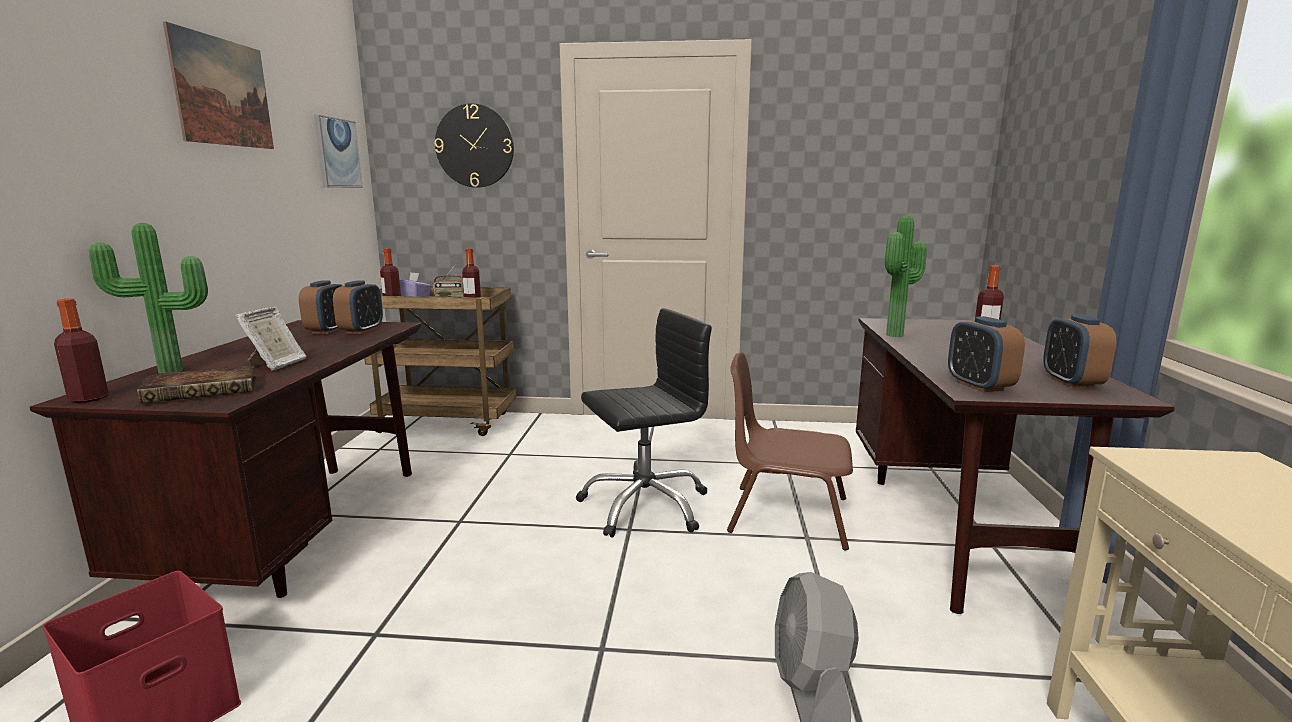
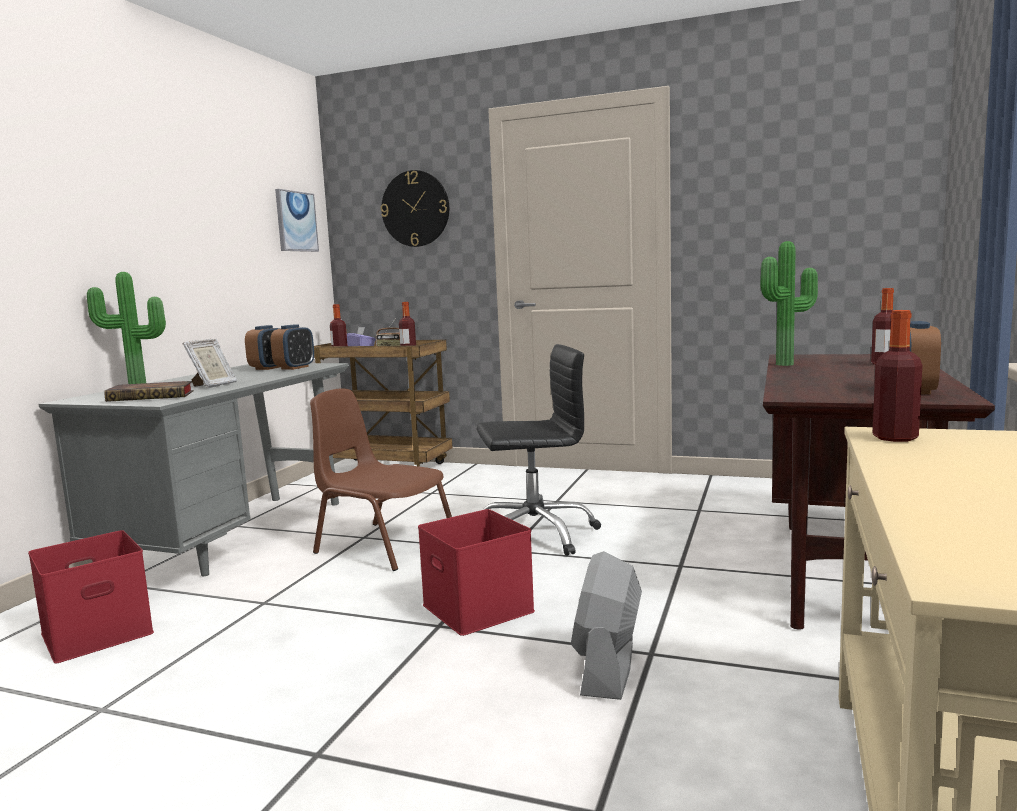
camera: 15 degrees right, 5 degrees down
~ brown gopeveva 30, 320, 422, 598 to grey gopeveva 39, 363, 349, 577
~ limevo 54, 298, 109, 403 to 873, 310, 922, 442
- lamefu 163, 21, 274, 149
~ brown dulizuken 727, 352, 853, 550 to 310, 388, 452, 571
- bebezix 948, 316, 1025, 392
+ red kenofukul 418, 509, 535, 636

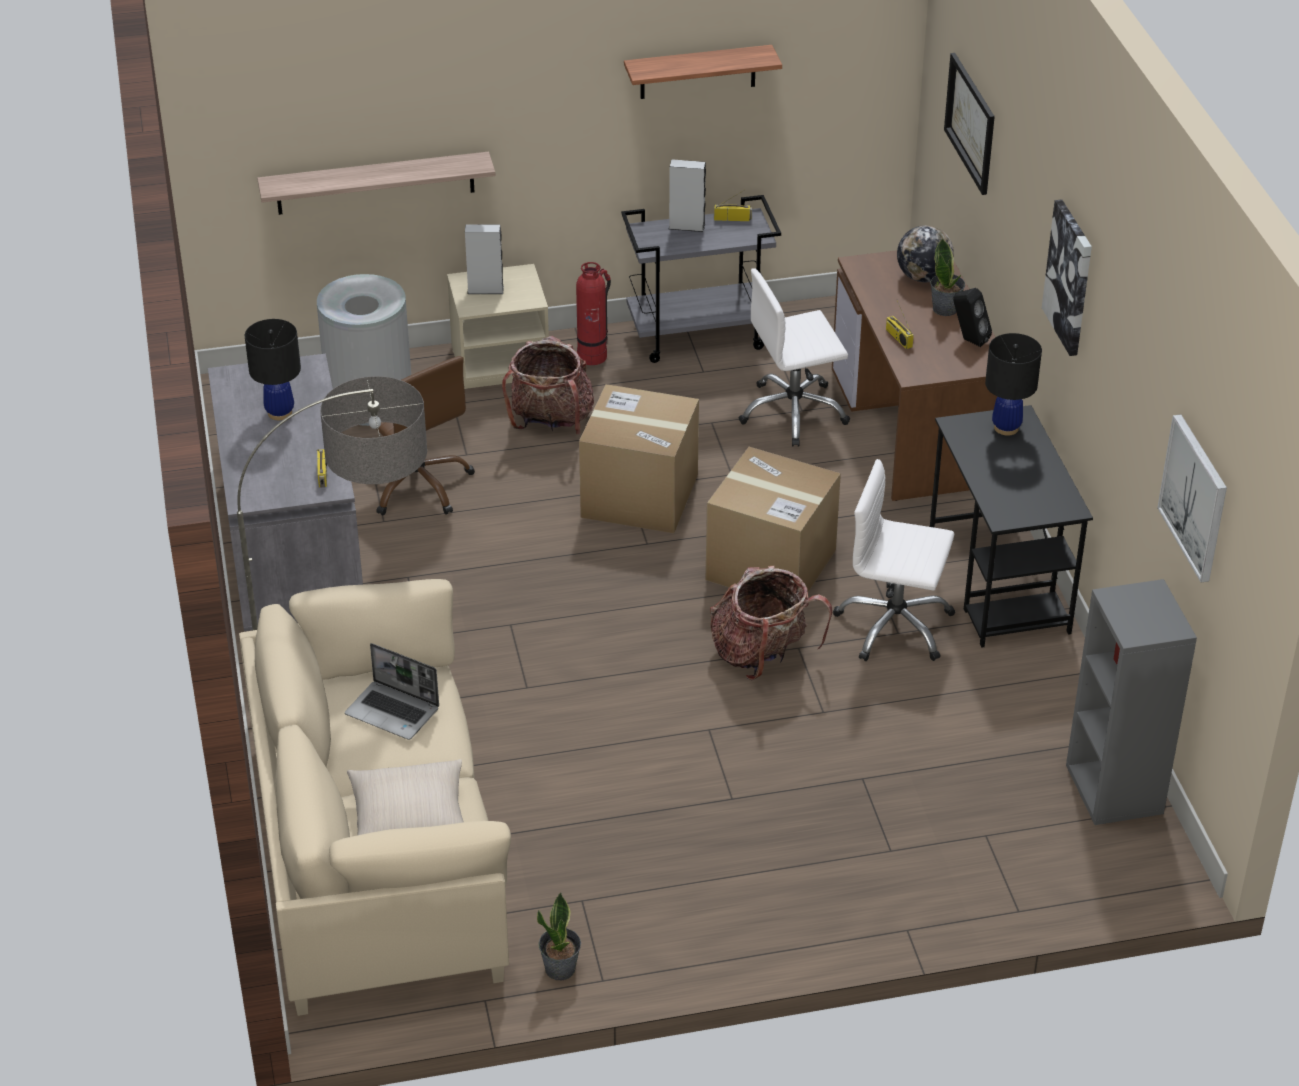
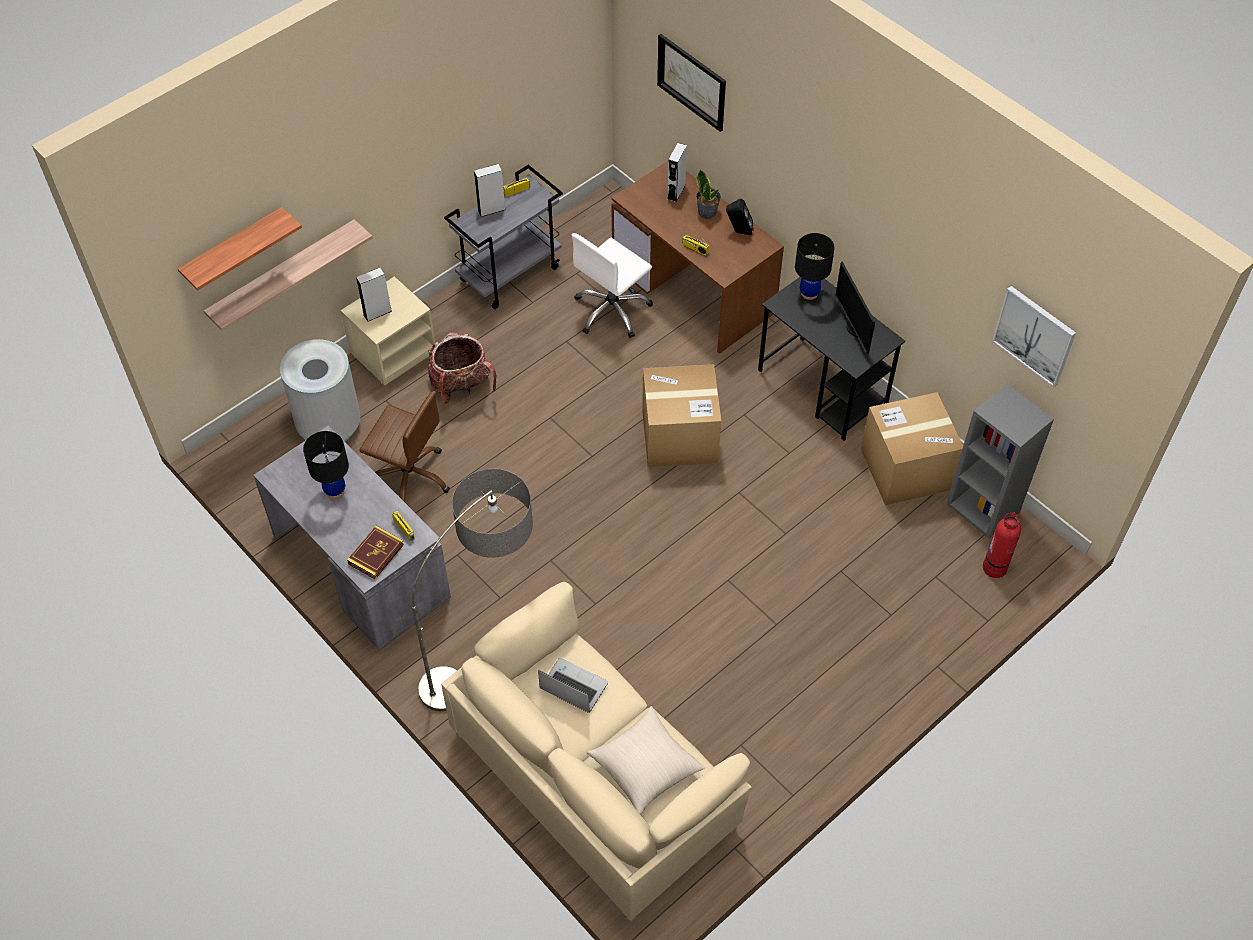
camera: 30 degrees left, 15 degrees up
~ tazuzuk 345, 643, 439, 740 = 538, 658, 608, 713 150 degrees counterclockwise
- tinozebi 537, 892, 581, 980
~ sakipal 576, 262, 611, 365 to 983, 512, 1021, 578
~ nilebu 579, 384, 699, 533 to 861, 392, 963, 505
~ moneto 624, 45, 782, 99 to 178, 207, 302, 291
- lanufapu 710, 566, 832, 680
- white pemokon 833, 459, 955, 661
~ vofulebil 897, 225, 954, 282 to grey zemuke 667, 143, 687, 202
- lamefu 1042, 199, 1092, 356
+ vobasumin 347, 526, 404, 580
+ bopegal 836, 261, 875, 354

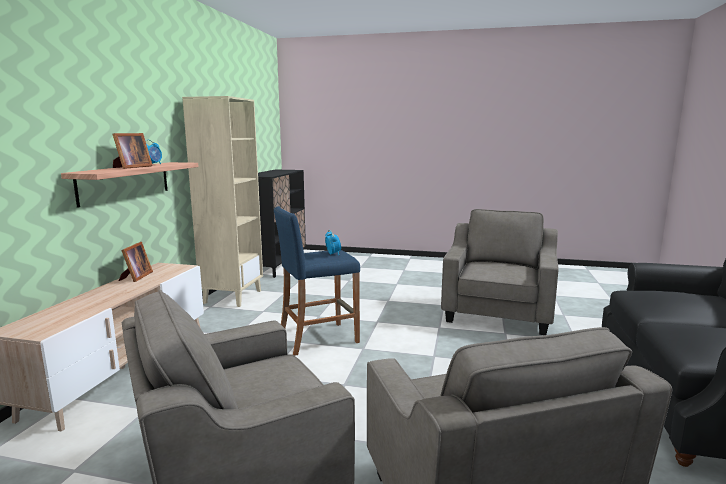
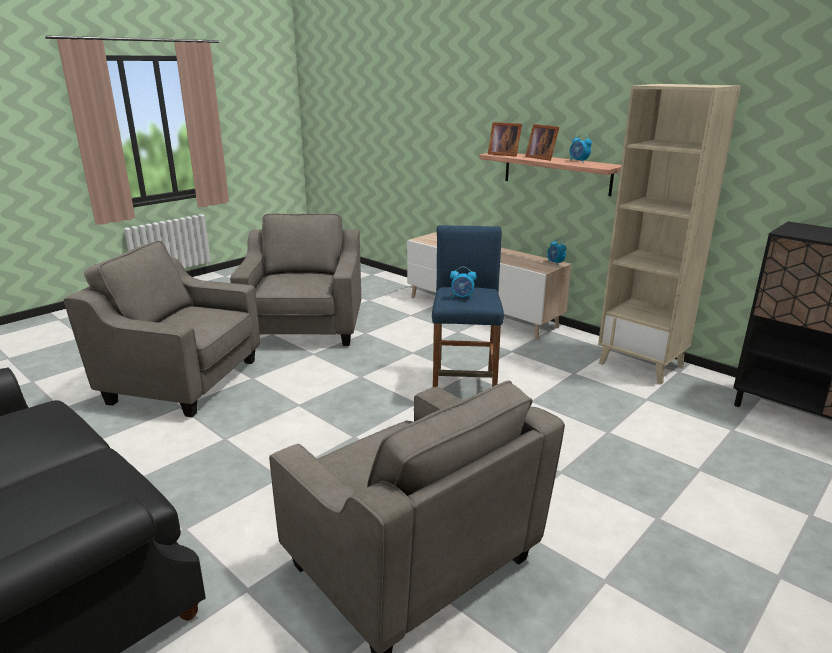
camera: 120 degrees right, 10 degrees up
~ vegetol 119, 242, 153, 282 to 488, 122, 522, 157
+ bebezix 547, 239, 566, 265

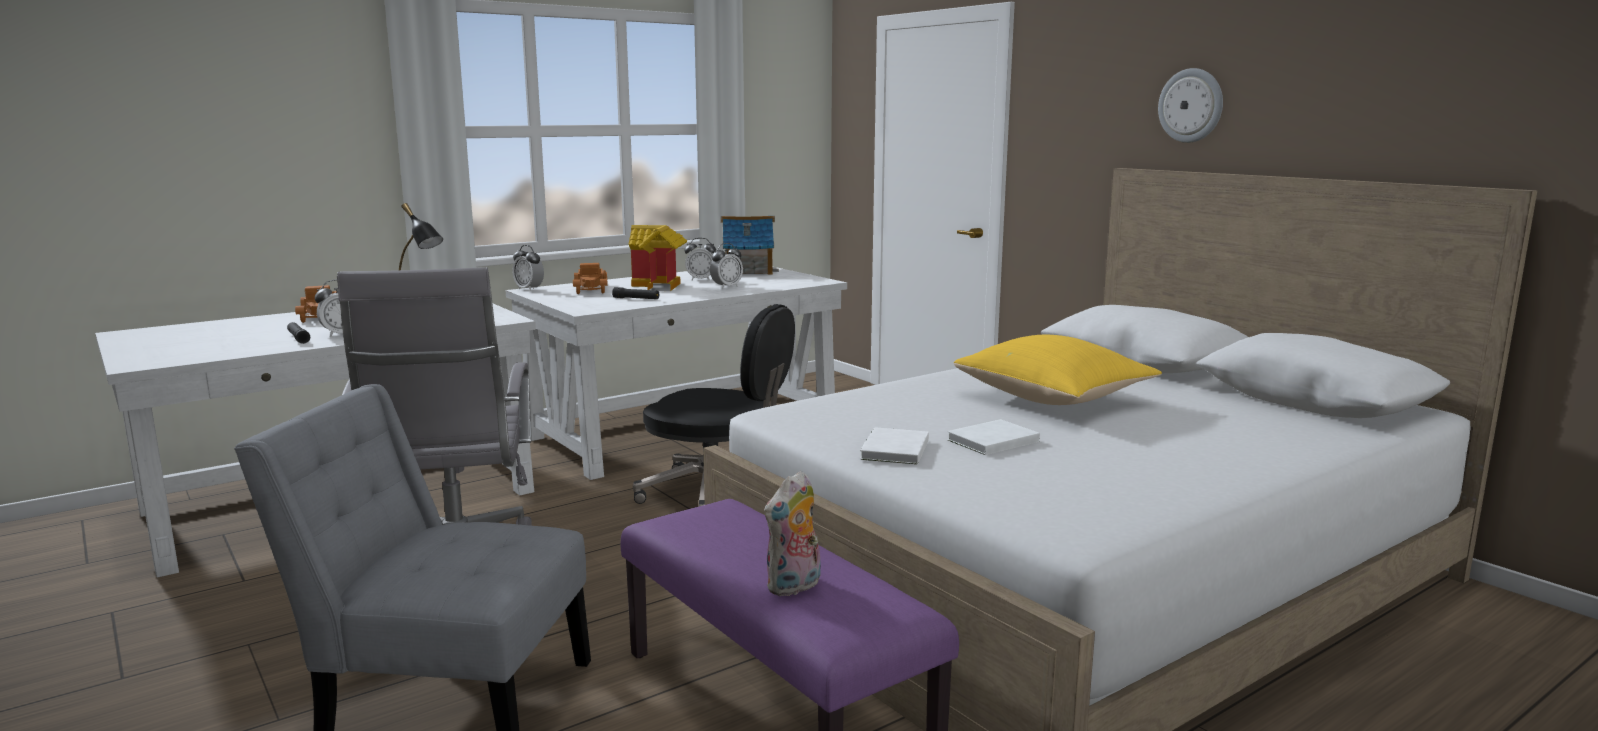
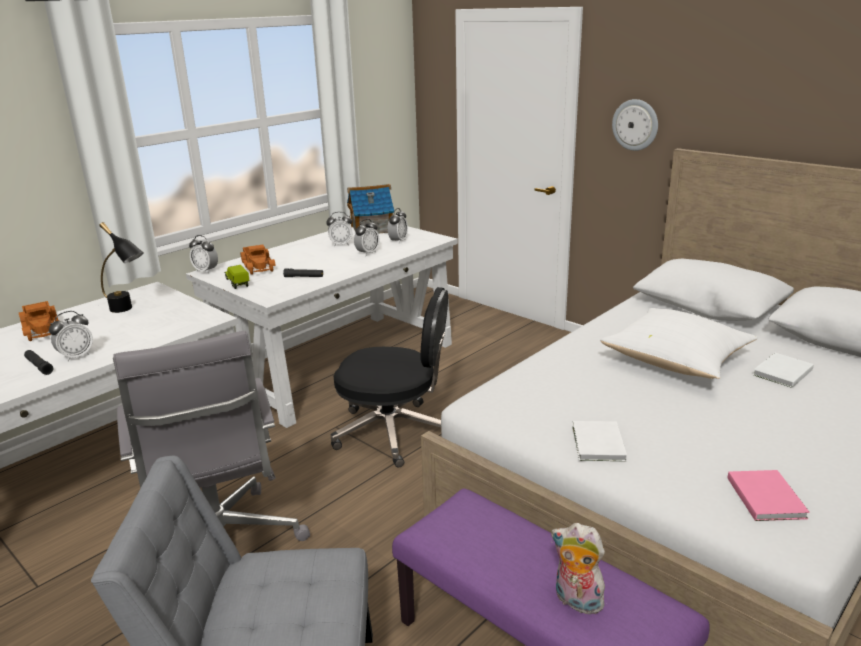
camera: 10 degrees left, 10 degrees up
- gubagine 629, 225, 687, 291
~ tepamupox 764, 471, 821, 597 = 551, 523, 607, 616 90 degrees clockwise
~ white vobasumin 947, 419, 1040, 455 to 753, 353, 814, 388
~ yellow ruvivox 954, 335, 1162, 405 to white ruvivox 601, 308, 758, 379
~ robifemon 1158, 68, 1223, 143 to 612, 99, 658, 151
+ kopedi 225, 265, 250, 289
+ bebezix 388, 208, 408, 244
+ pink vobasumin 728, 470, 810, 521

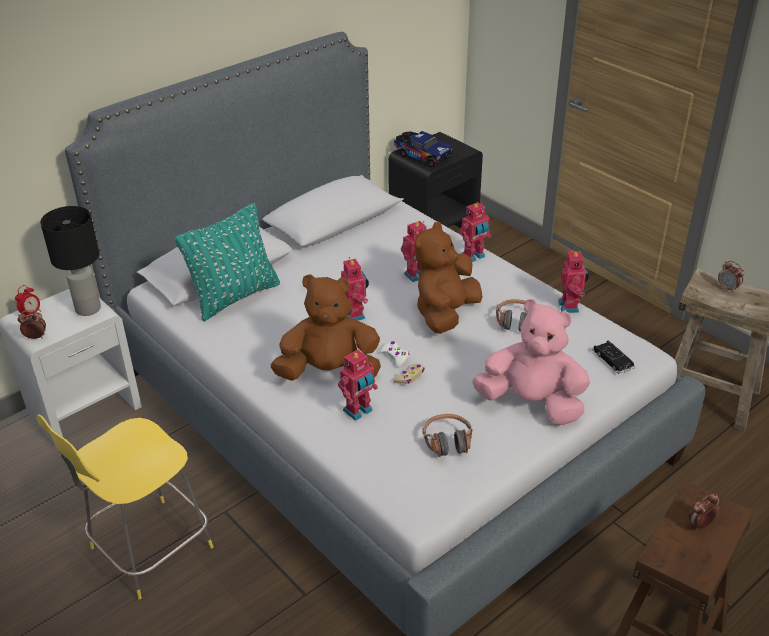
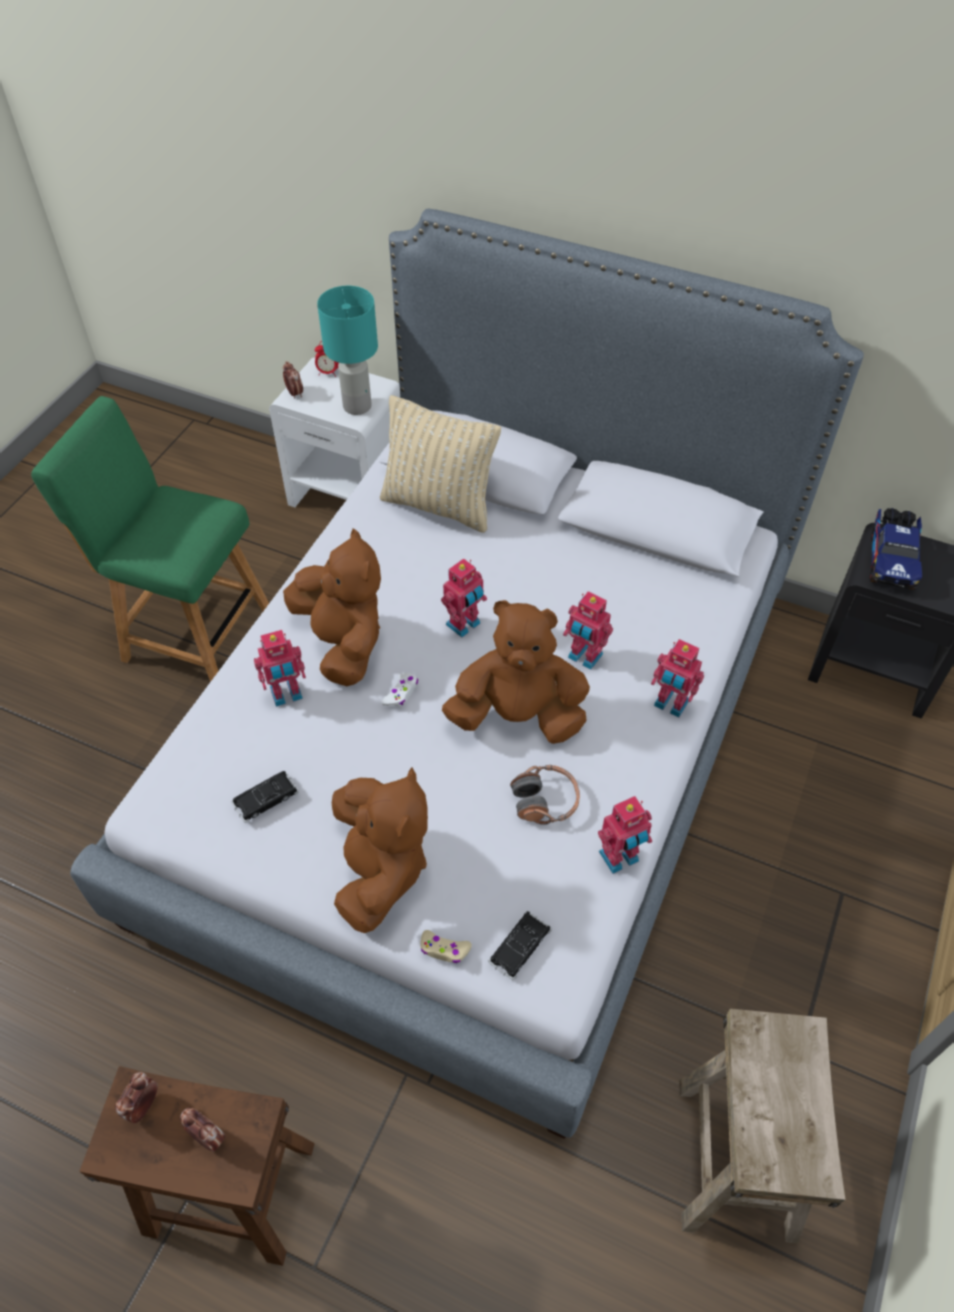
camera: 65 degrees right, 15 degrees up
~ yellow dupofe 36, 415, 214, 599 to green dulizuken 31, 396, 269, 682
~ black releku 40, 206, 101, 316 to turquoise releku 317, 286, 378, 415
~ turquoise ruvivox 175, 203, 280, 321 to beige ruvivox 380, 395, 501, 533
~ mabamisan 338, 350, 378, 421 = 254, 630, 306, 707 45 degrees counterclockwise
~ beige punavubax 393, 364, 425, 384 to 420, 930, 472, 963
~ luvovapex 422, 414, 472, 457 to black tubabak 232, 771, 299, 823
~ pink tepamupox 472, 299, 590, 425 to brown tepamupox 332, 767, 428, 933
~ bebezix 718, 261, 744, 293 to 115, 1072, 158, 1123

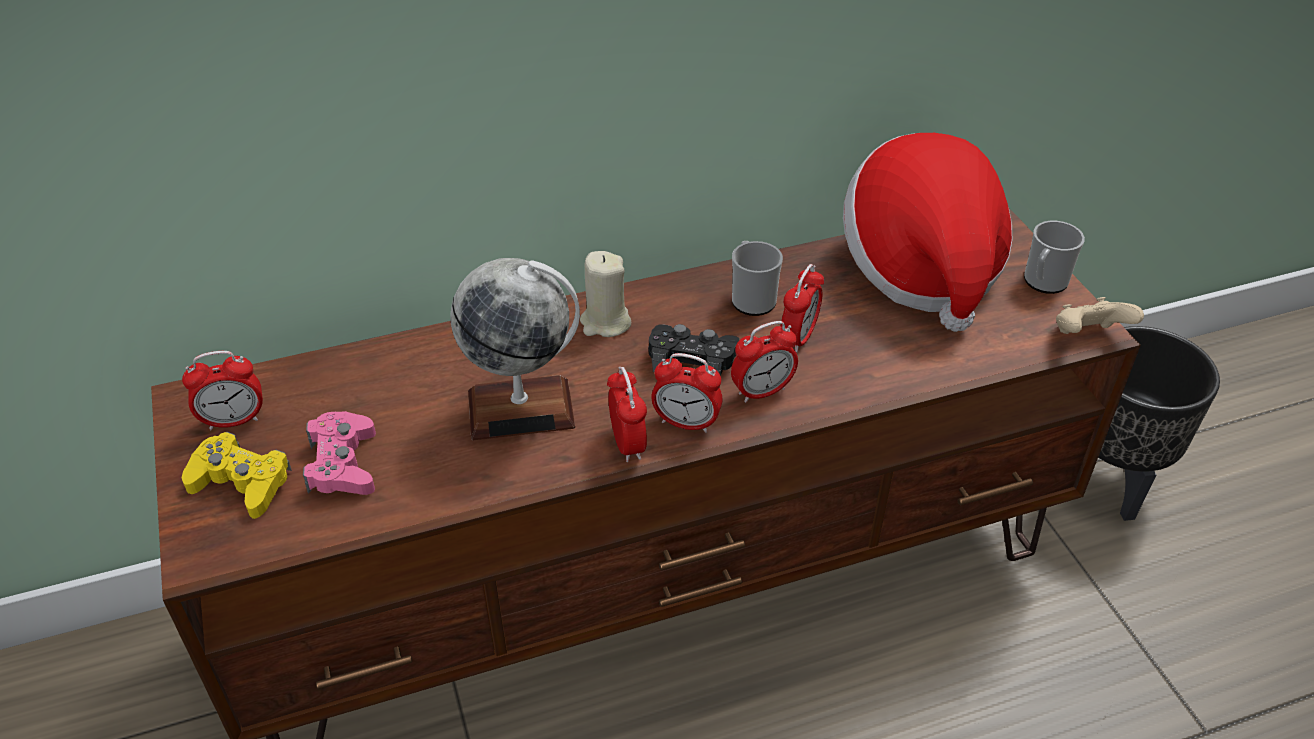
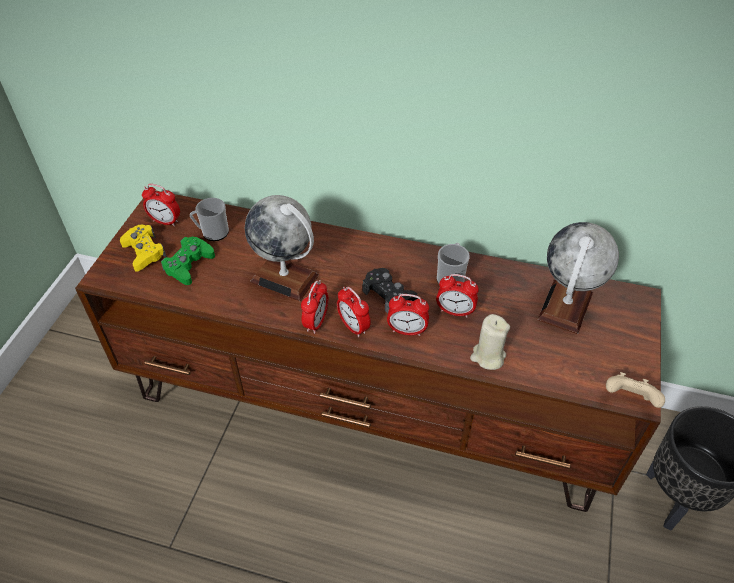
camera: 35 degrees right, 5 degrees up
~ pink punavubax 303, 411, 376, 495 to green punavubax 161, 237, 215, 285
~ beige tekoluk 580, 251, 631, 337 to 470, 314, 510, 370
~ bebezix 781, 264, 824, 353 = 436, 274, 479, 317 45 degrees clockwise
~ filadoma 843, 133, 1012, 332 to vofulebil 538, 222, 619, 334
~ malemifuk 1024, 221, 1085, 294 to 190, 198, 229, 241

